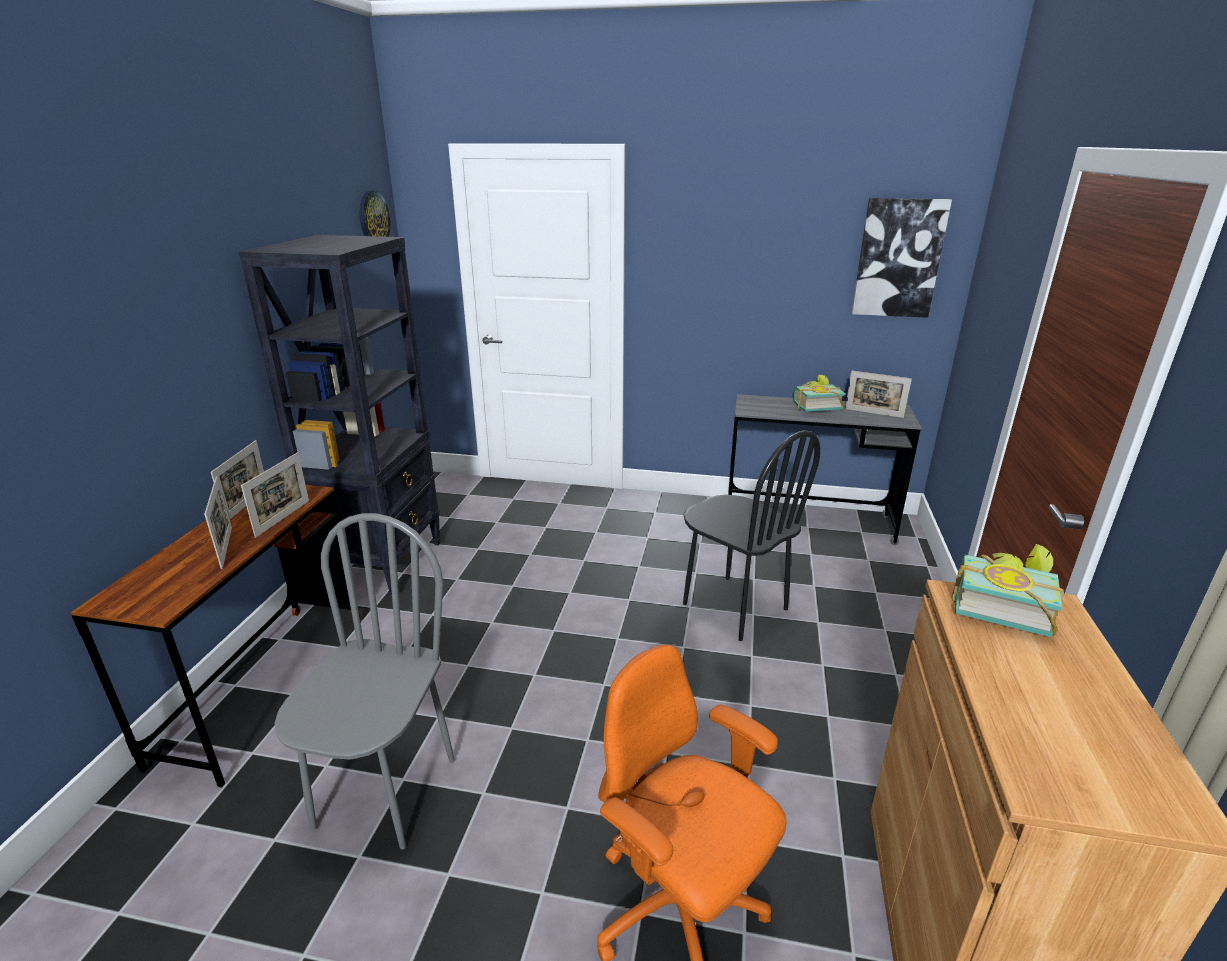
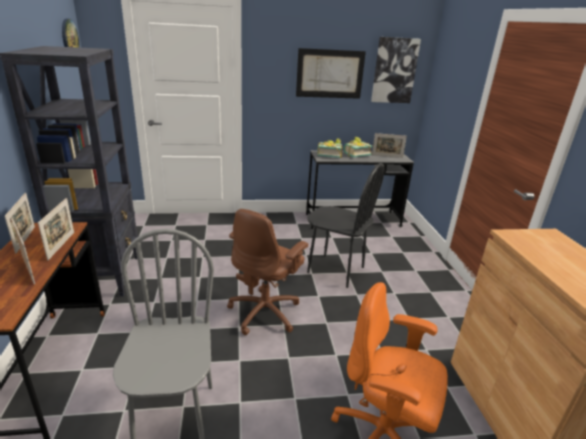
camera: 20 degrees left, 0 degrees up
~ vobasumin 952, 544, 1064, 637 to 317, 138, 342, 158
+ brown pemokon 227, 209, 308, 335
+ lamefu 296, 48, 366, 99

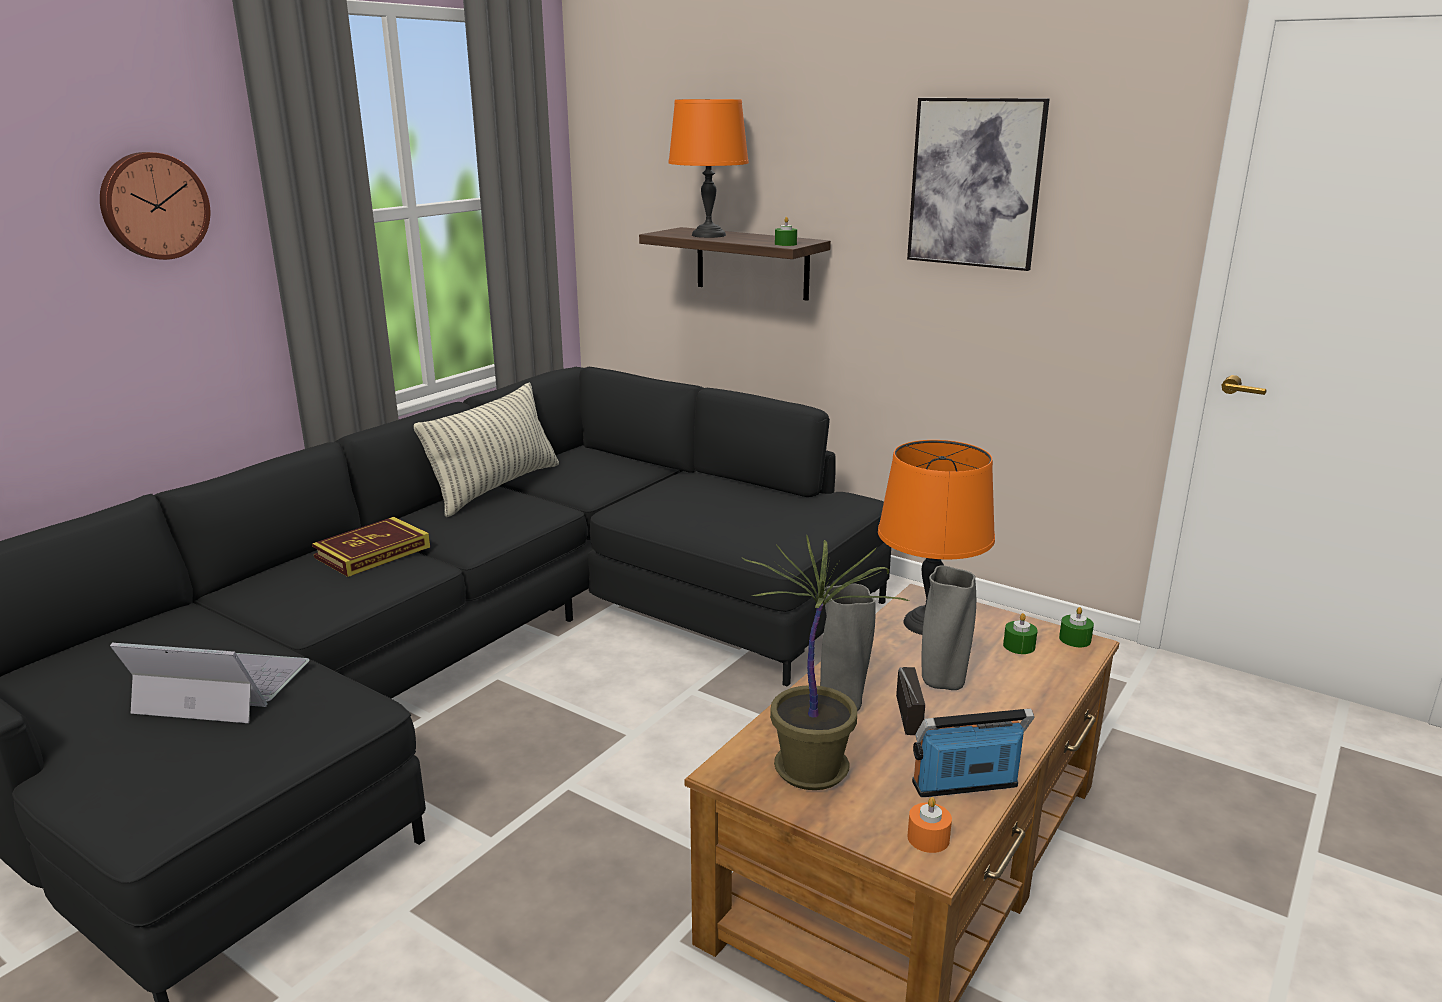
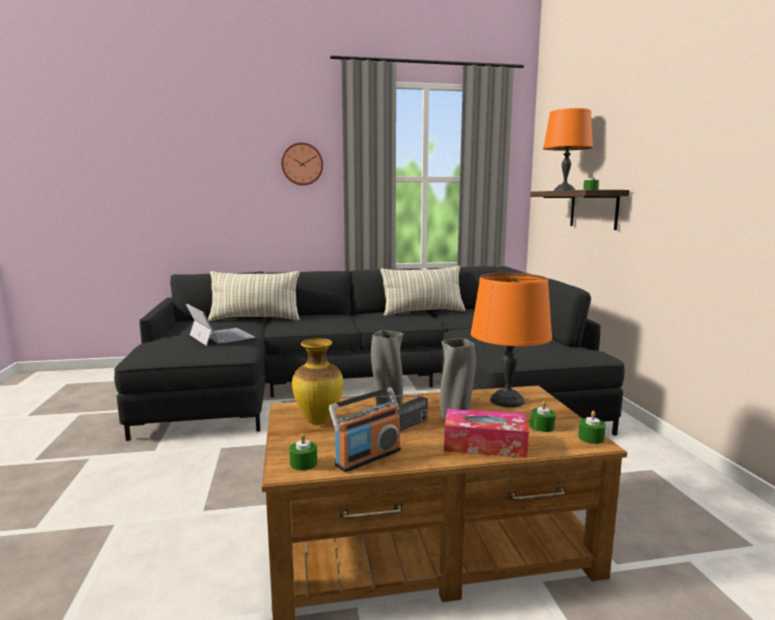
camera: 45 degrees right, 10 degrees down
- vobasumin 312, 517, 430, 577
~ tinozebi 741, 535, 909, 790 to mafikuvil 292, 338, 343, 425
- lamefu 907, 98, 1050, 271
~ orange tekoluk 907, 797, 952, 853 to green tekoluk 289, 433, 317, 471
~ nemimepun 912, 709, 1034, 797 = 329, 387, 401, 472 105 degrees clockwise
+ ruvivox 208, 271, 300, 321
+ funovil 444, 409, 529, 458

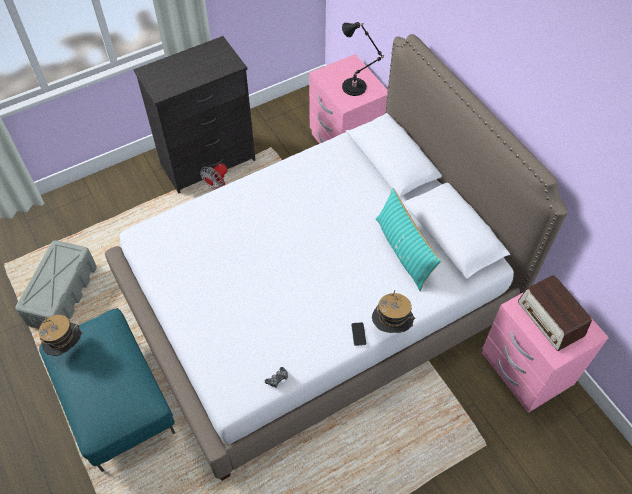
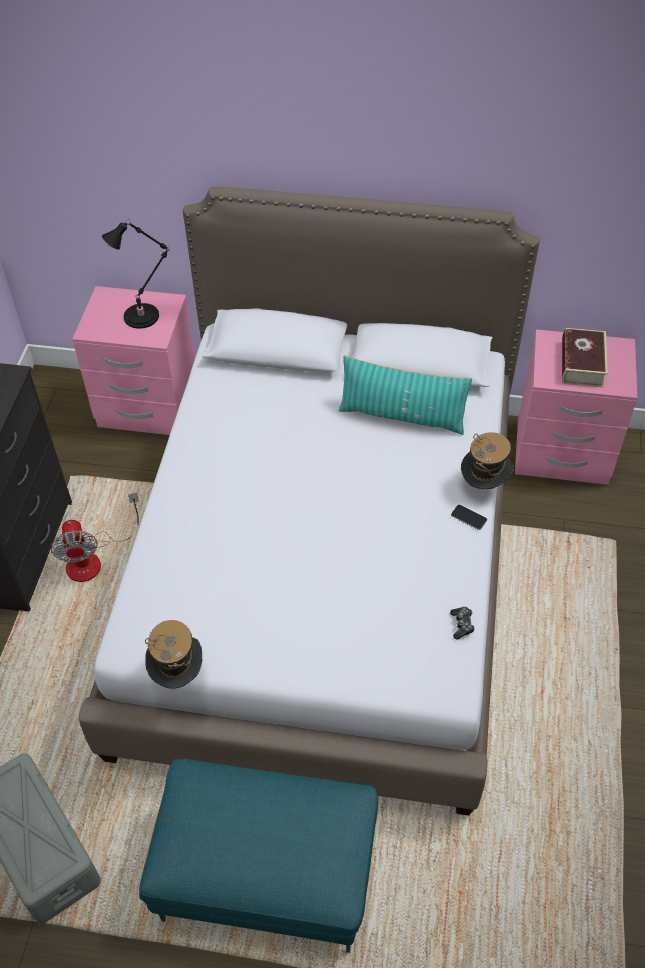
camera: 50 degrees left, 5 degrees down
~ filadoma 39, 315, 82, 356 to 145, 620, 202, 689
~ nemimepun 518, 275, 592, 351 to vobasumin 562, 328, 608, 387

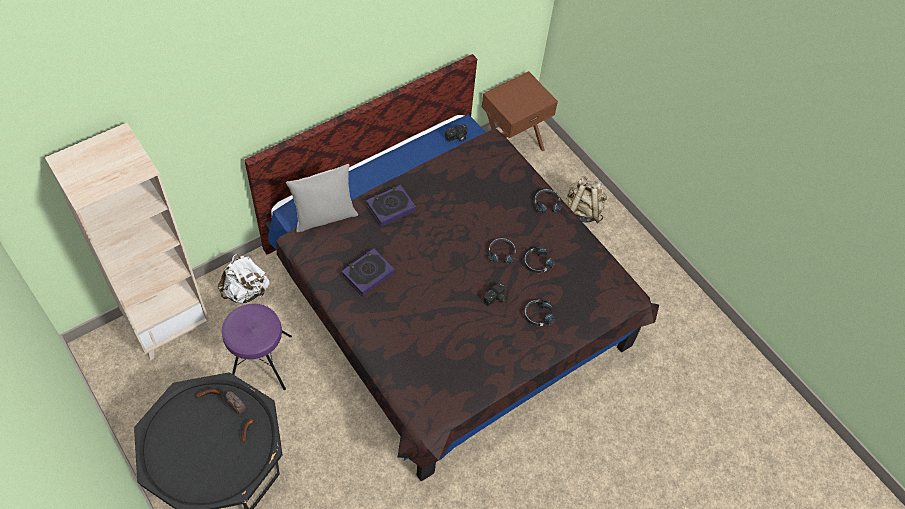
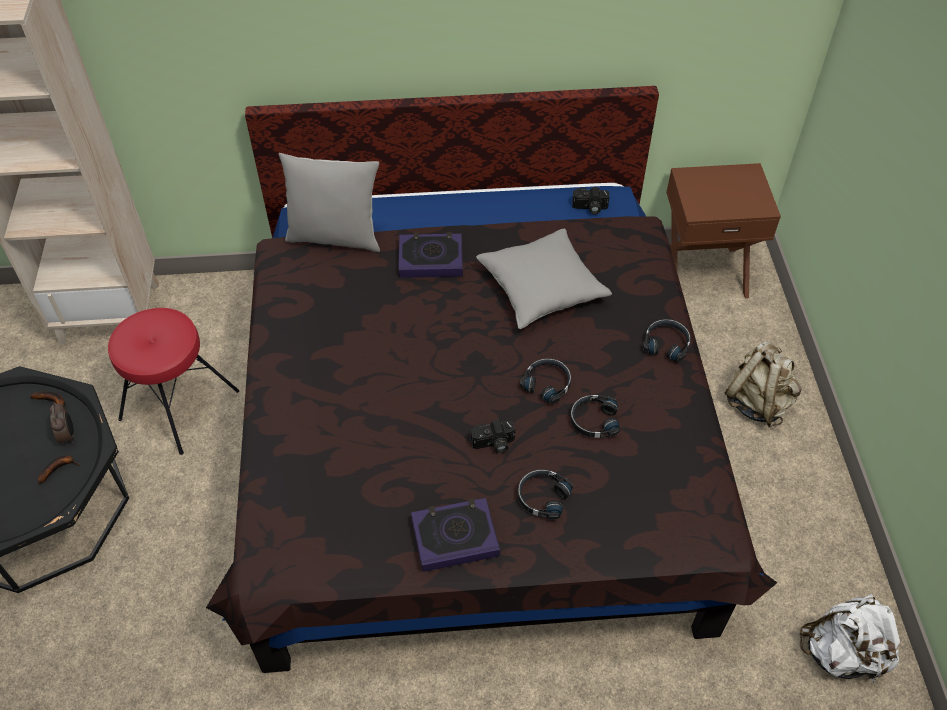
camera: 35 degrees right, 5 degrees down
~ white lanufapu 218, 254, 269, 303 to 799, 594, 900, 684
~ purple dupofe 222, 303, 292, 390 to red dupofe 108, 308, 239, 455
~ vobasumin 341, 248, 395, 296 to 411, 498, 500, 572
+ grey ruvivox 476, 229, 612, 329

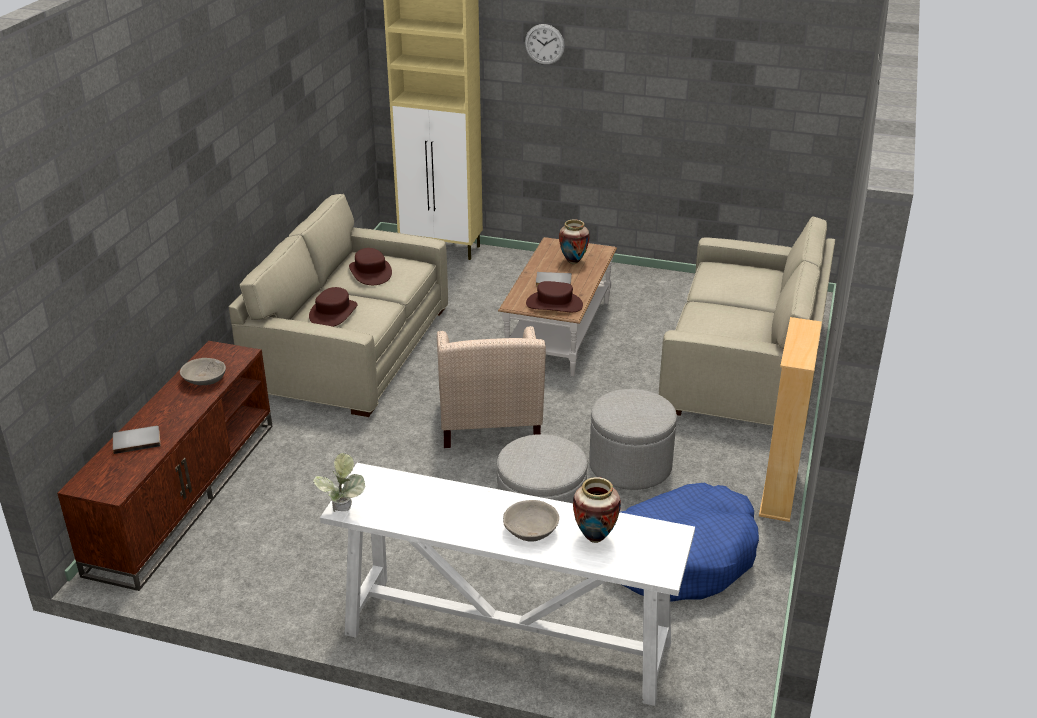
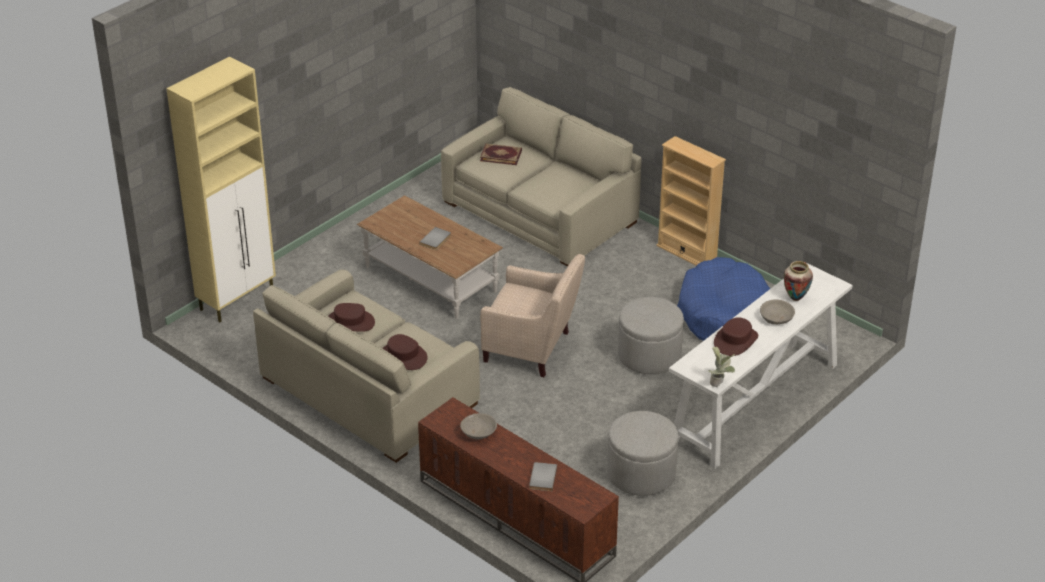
camera: 65 degrees left, 5 degrees up
- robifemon 525, 24, 565, 65
~ brown filadoma 526, 281, 583, 312 to 714, 317, 758, 356
- mafikuvil 559, 220, 590, 264
~ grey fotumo 589, 389, 677, 490 to 607, 411, 678, 496
+ vobasumin 480, 144, 522, 165

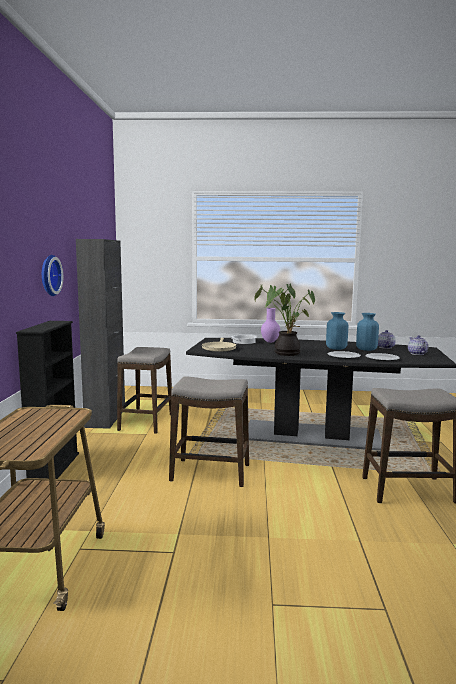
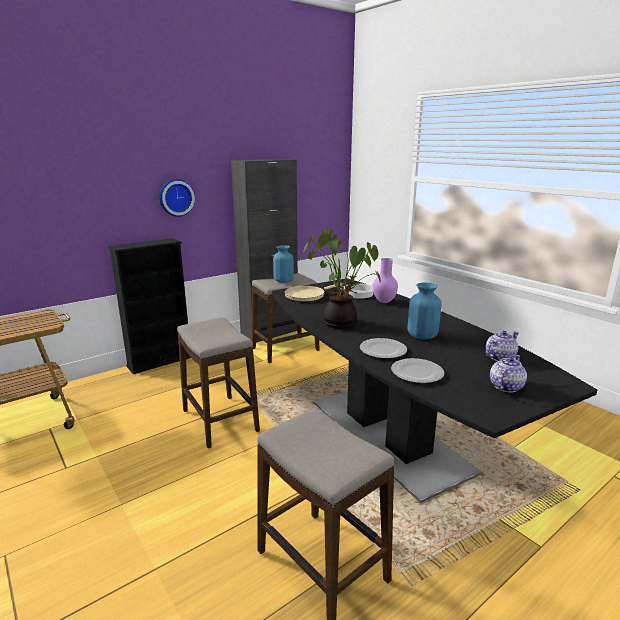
camera: 50 degrees right, 10 degrees up
~ blue mafikuvil 356, 313, 379, 351 to 273, 245, 294, 283

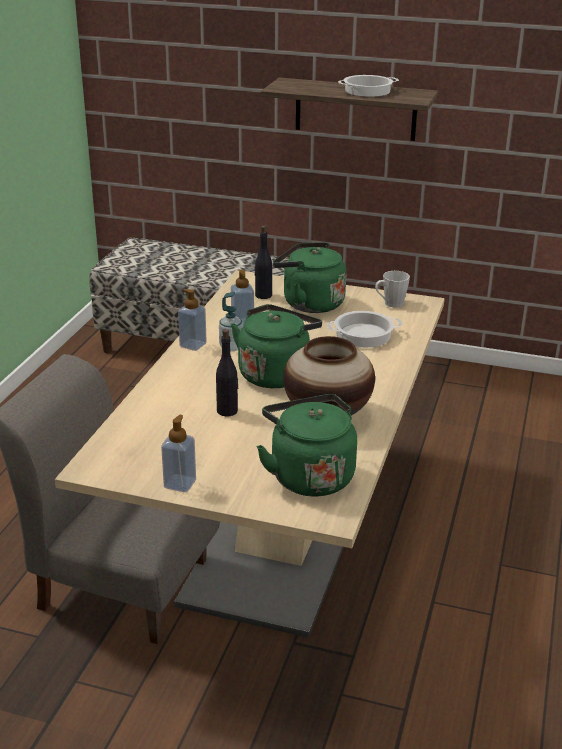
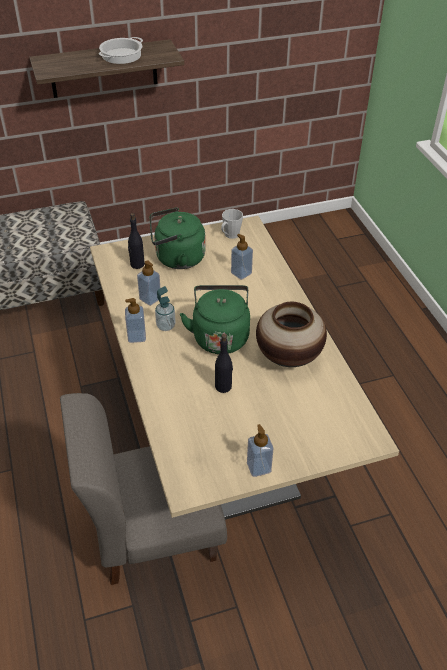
camera: 35 degrees left, 15 degrees up
- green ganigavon 256, 394, 357, 496
~ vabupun 327, 311, 402, 347 to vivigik 231, 234, 253, 280

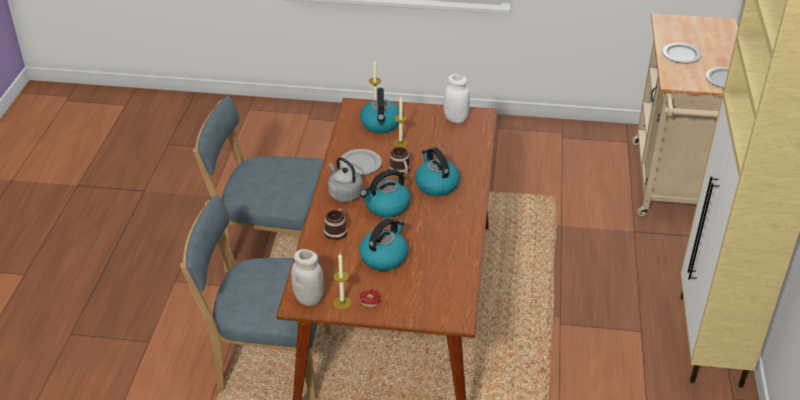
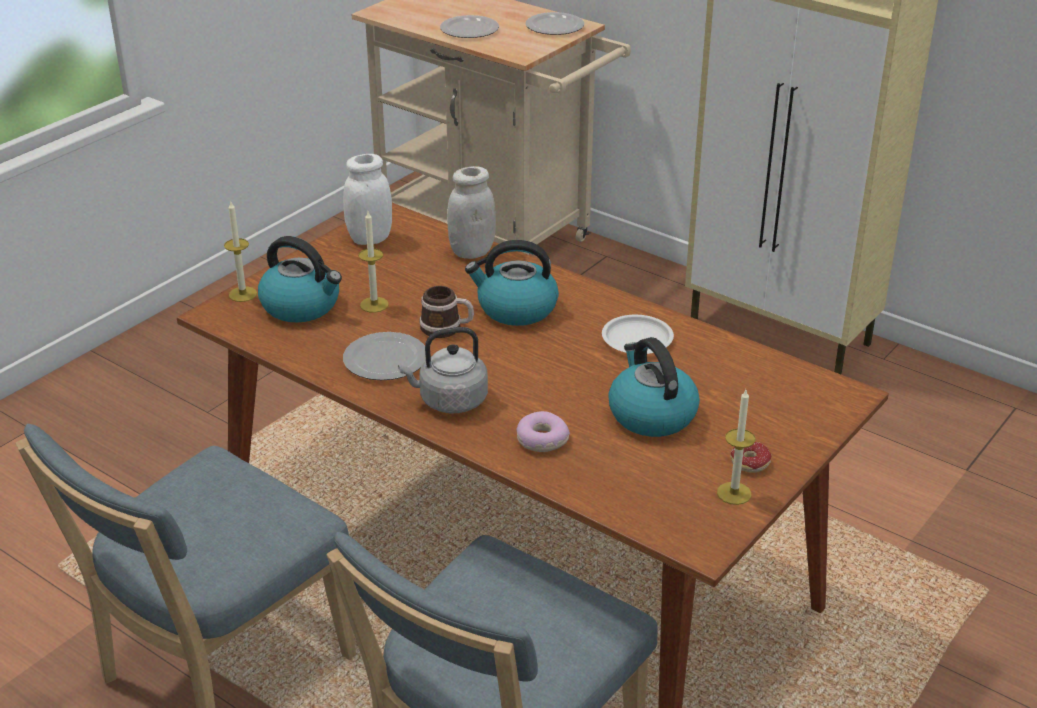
camera: 60 degrees left, 5 degrees down
~ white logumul 291, 249, 324, 306 to 447, 166, 496, 259
~ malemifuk 324, 208, 348, 240 to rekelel 517, 411, 570, 452
- ganigavon 360, 169, 410, 218
+ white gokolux 602, 315, 674, 354

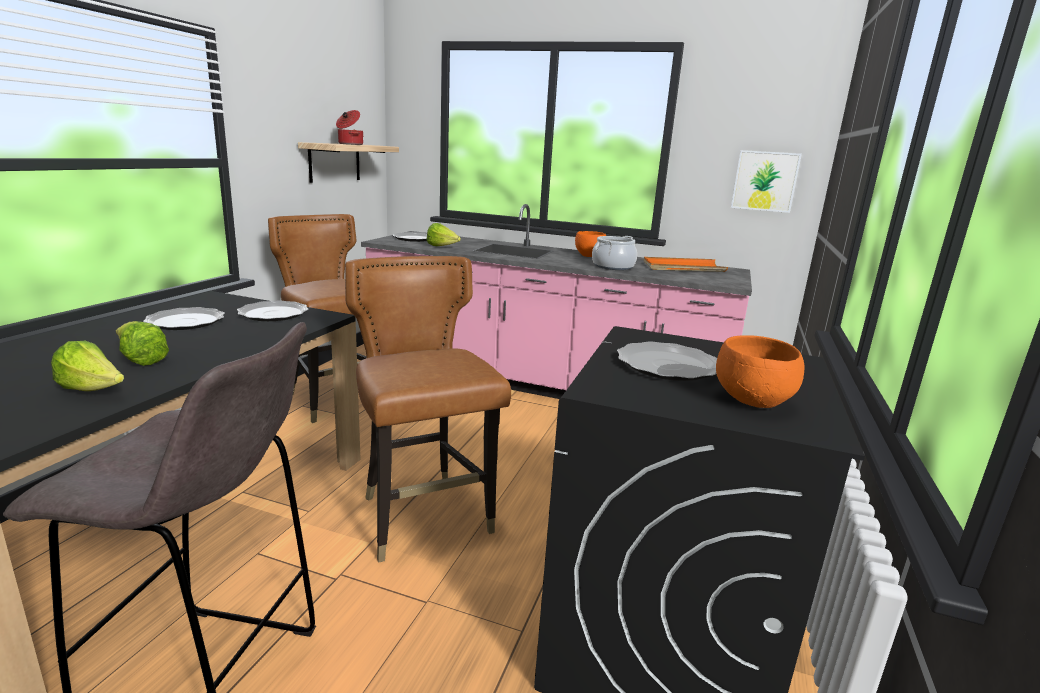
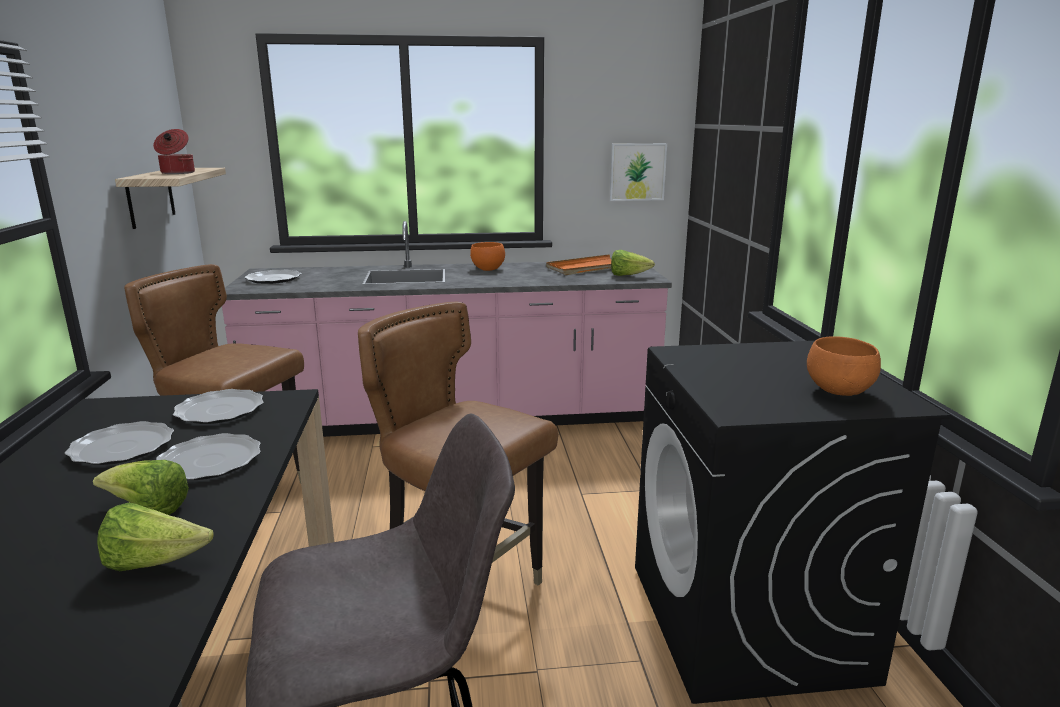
camera: 25 degrees left, 0 degrees up
~ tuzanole 427, 223, 461, 246 to 611, 250, 655, 276
- vabupun 592, 236, 637, 270
~ gokolux 617, 341, 717, 381 to 156, 433, 261, 480

